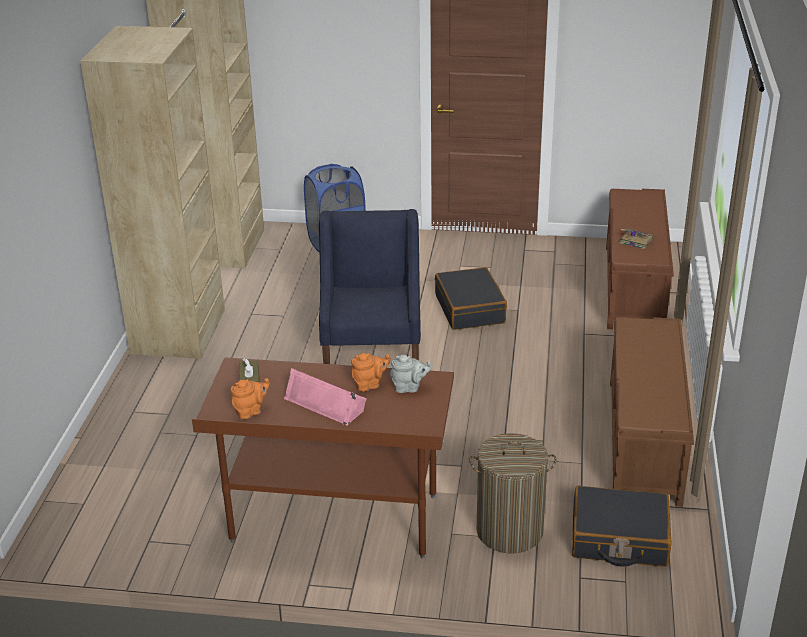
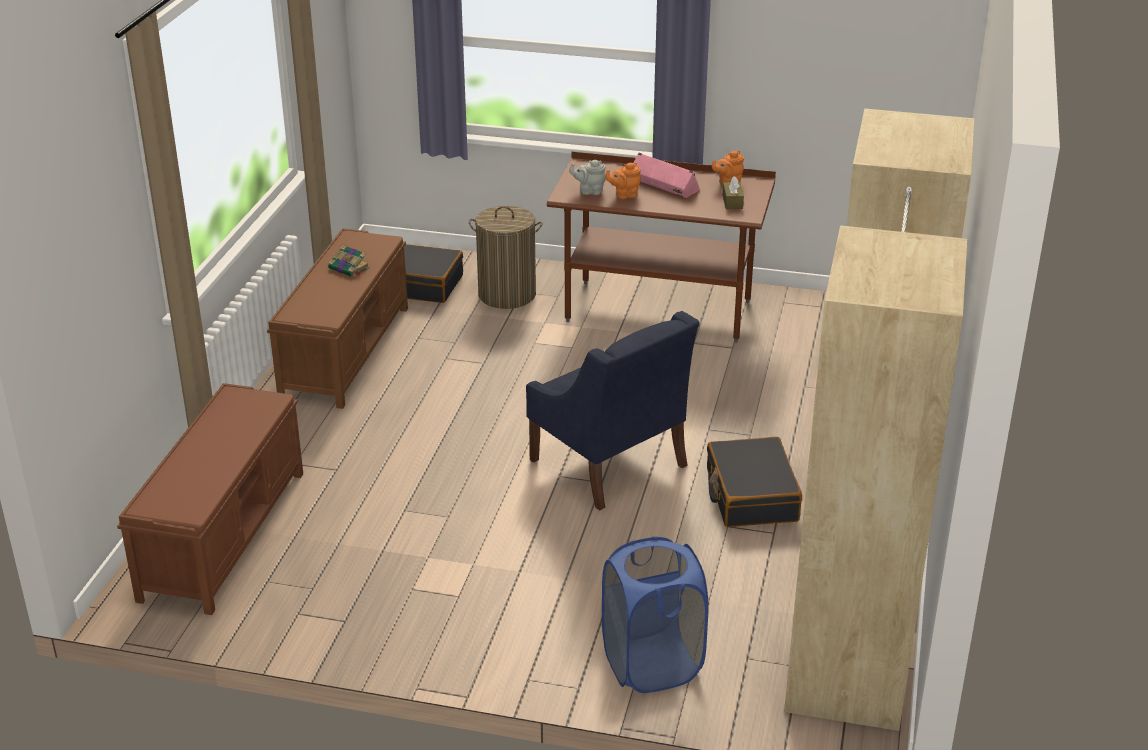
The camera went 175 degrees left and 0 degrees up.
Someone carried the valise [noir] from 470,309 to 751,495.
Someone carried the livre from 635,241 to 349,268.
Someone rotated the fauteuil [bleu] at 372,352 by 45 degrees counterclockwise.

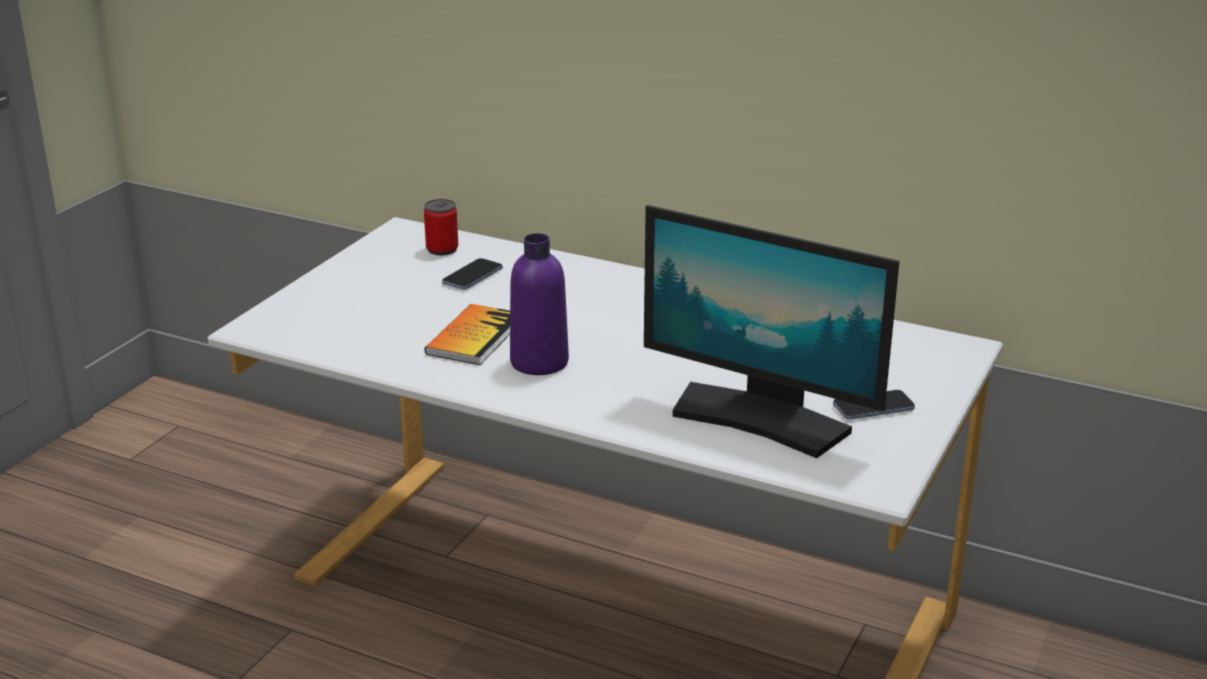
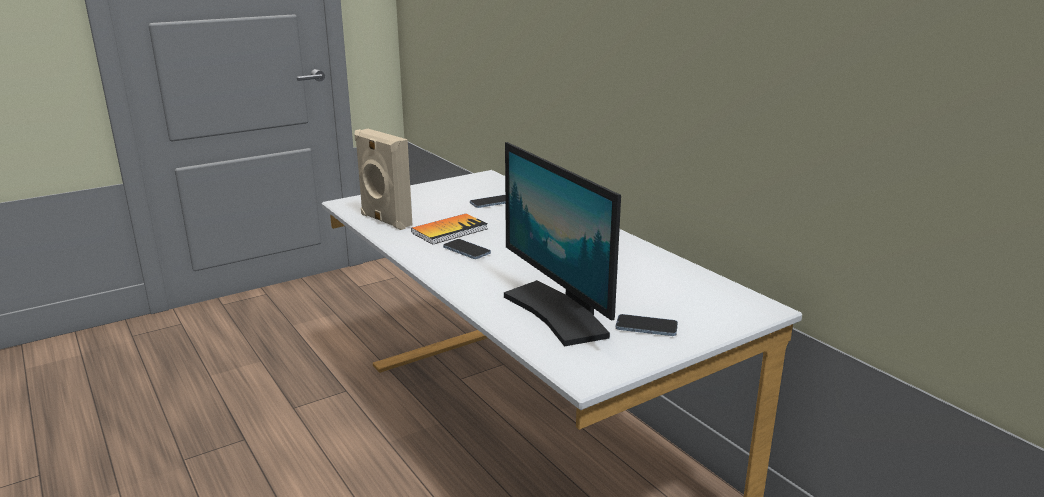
The camera went 30 degrees right and 5 degrees down.
Someone took away the boîte métallique at 442,249.
Someone put down the enceinte [beige] at 384,220.
Someone swapped the bouteille [violet] at 539,362 for the téléphone at 466,251.

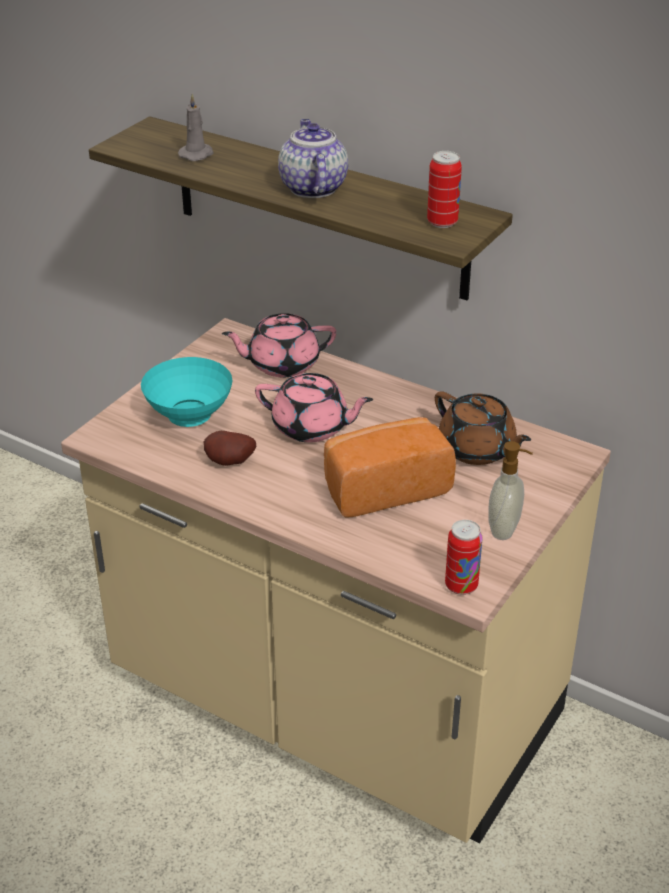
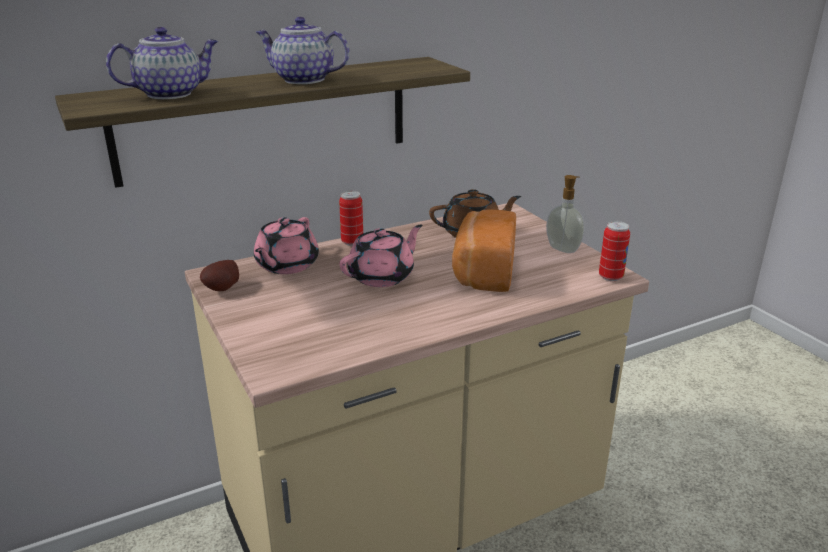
The camera went 60 degrees left and 10 degrees down.
Someone took away the bol [turquoise] at 188,417.
Someone carried the pomme de terre from 230,463 to 224,289.
Someone carried the boîte métallique from 442,222 to 352,242.
Someone swapped the bougie [gris] at 197,154 for the théière at 171,94.

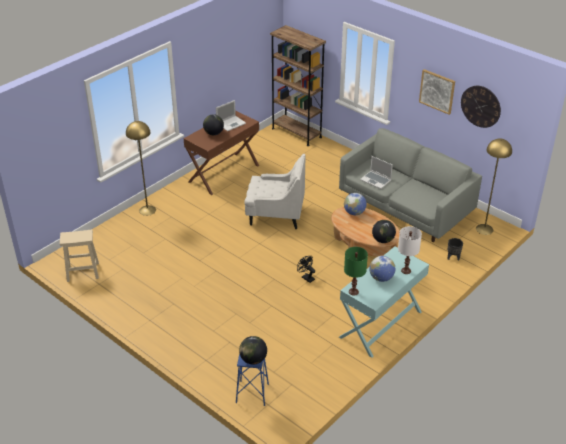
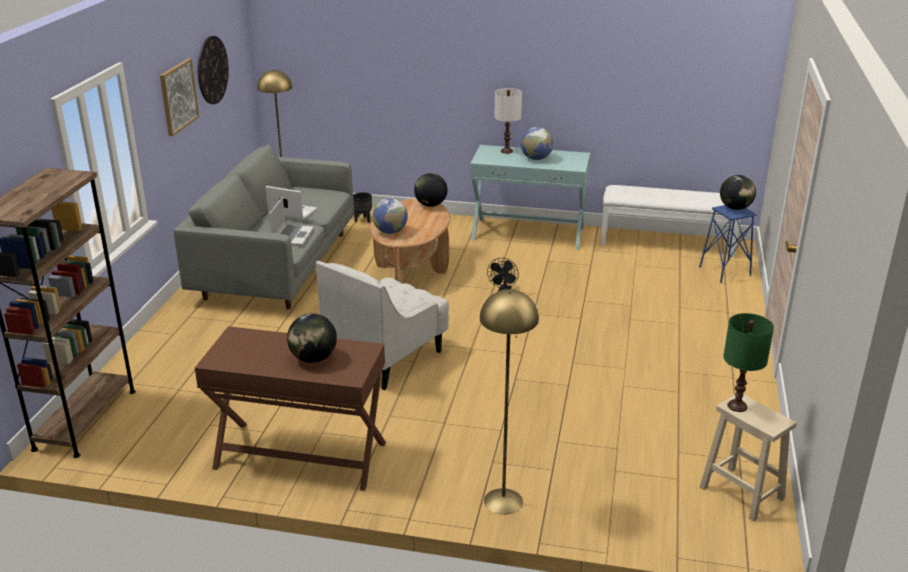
The camera went 120 degrees left and 10 degrees down.
Someone put down the banc [blanc] at 667,242.
Someone carried the ordinateur portable from 231,123 to 292,212.
Someone carried the lampe de table [vert] from 353,292 to 736,406.
Someone rotated the fauteuil [blanc] at 275,215 by 120 degrees counterclockwise.

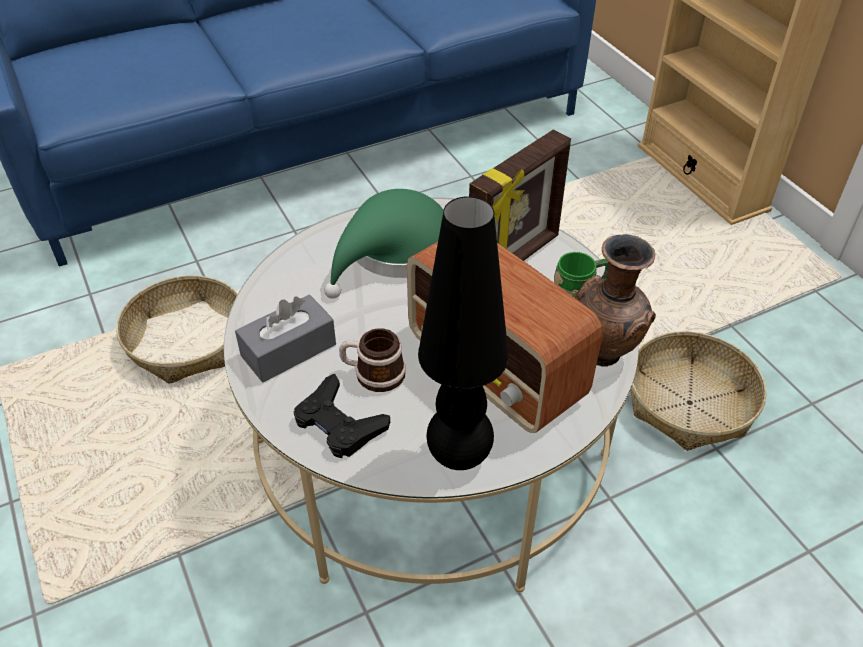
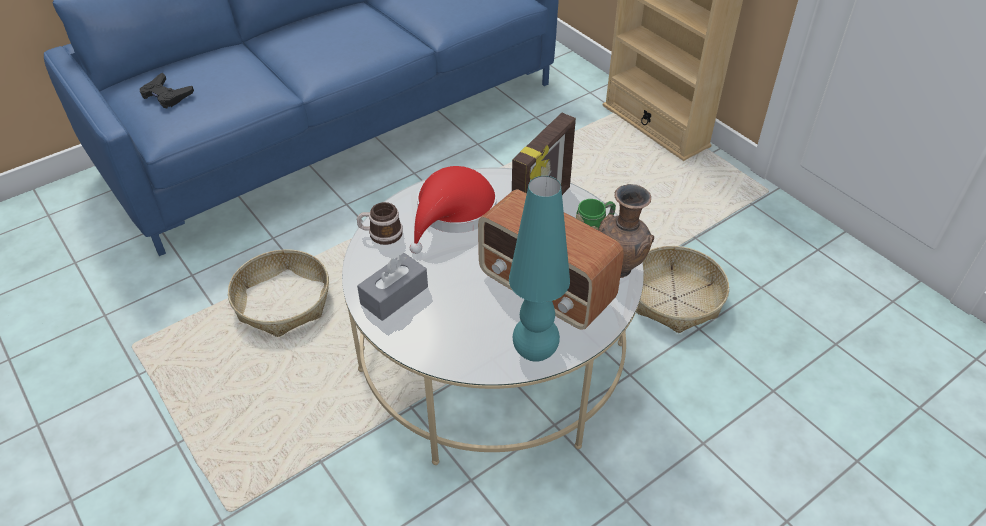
The camera went 10 degrees left and 0 degrees up.
Someone carried the manette [noir] from 339,423 to 166,95.
Someone carried the mug from 373,373 to 381,234.
Someone repainted the chapeau [vert] at 395,251, which became the chapeau [rouge] at 453,213.
Someone repainted the lampe de table [noir] at 458,456, which became the lampe de table [turquoise] at 534,352.

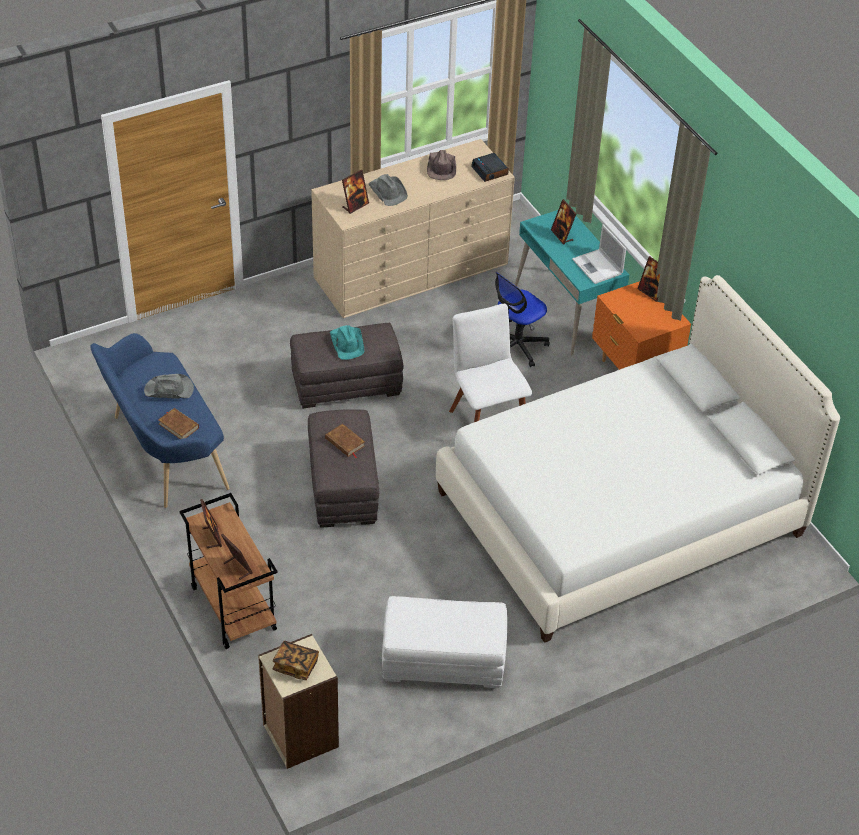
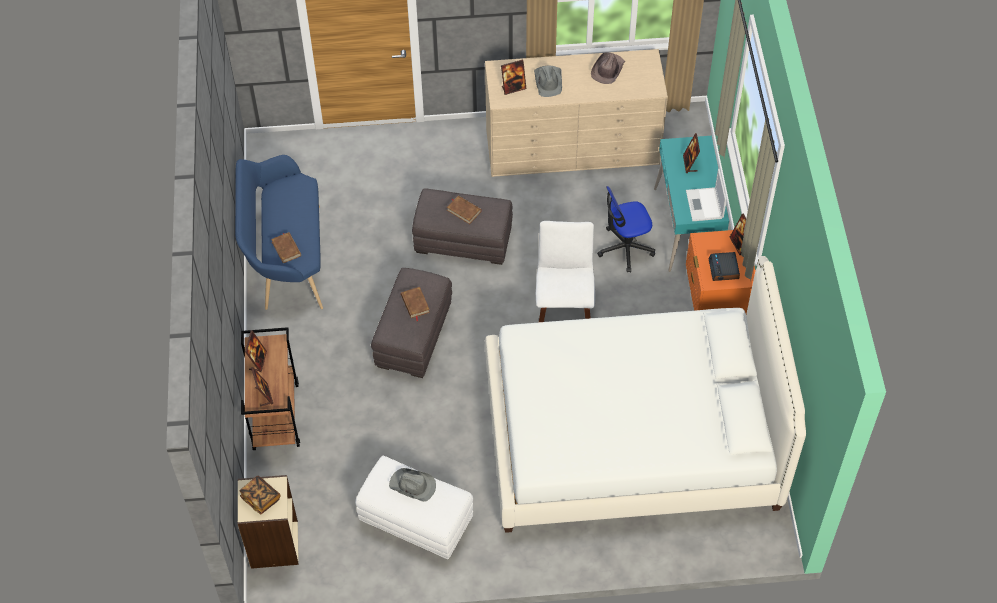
The camera went 25 degrees right and 10 degrees up.
Someone carried the chapeau [gris] from 169,390 to 413,486.
Someone carried the réveil from 490,171 to 724,269.
Someone swapped the chapeau [turquoise] at 347,343 for the livre [marron] at 464,211.

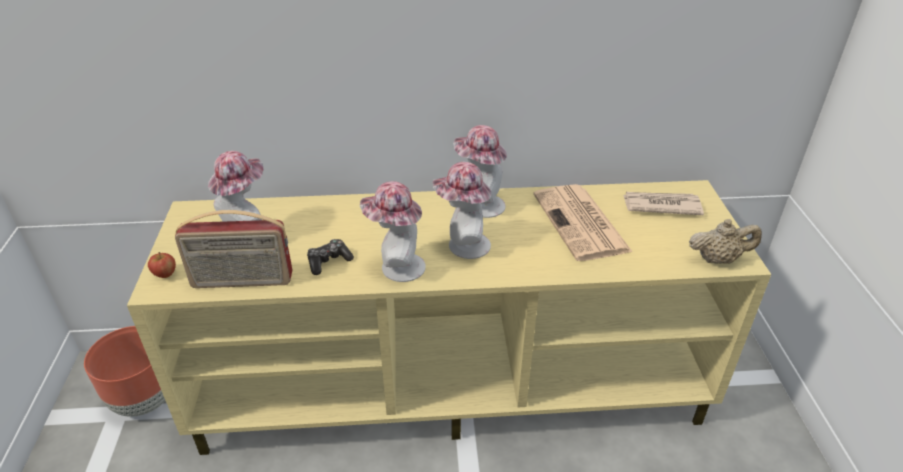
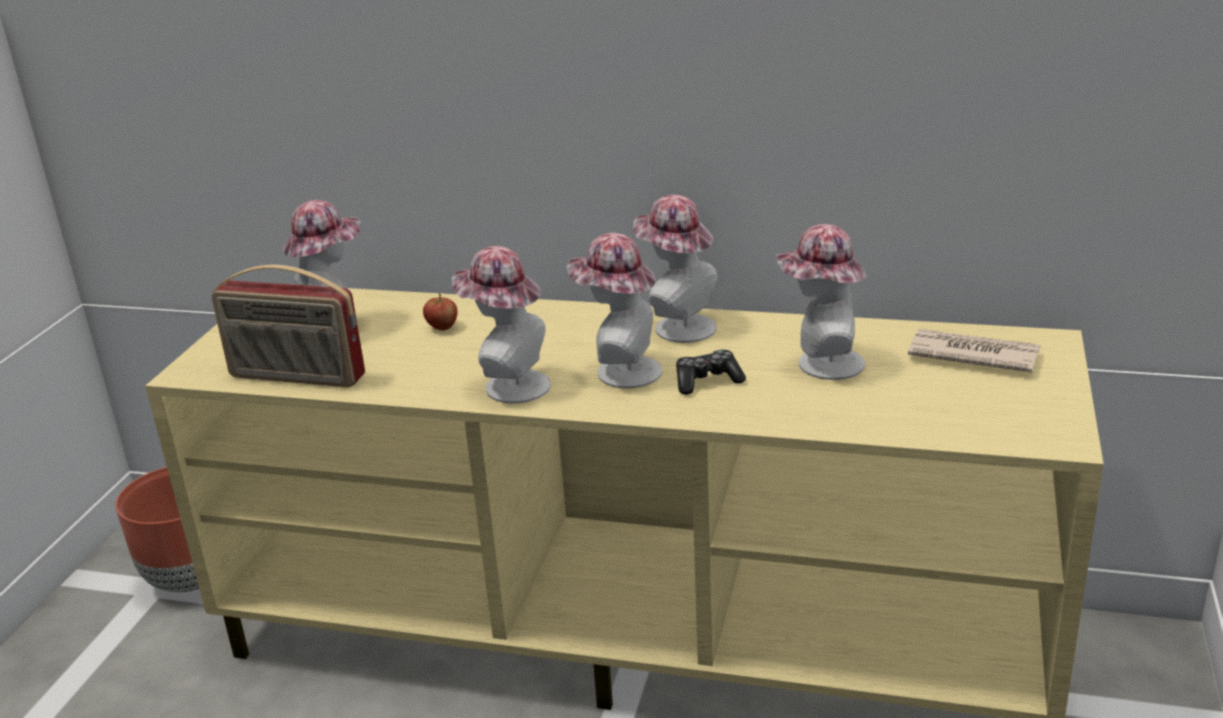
The camera went 20 degrees right and 10 degrees down.
Someone took away the théière [beige] at 718,259.
Someone carried the pomme from 165,274 to 442,327.
Someone carried the manette from 328,261 to 707,381.
Someone swapped the journal at 581,223 for the chapeau at 821,364.

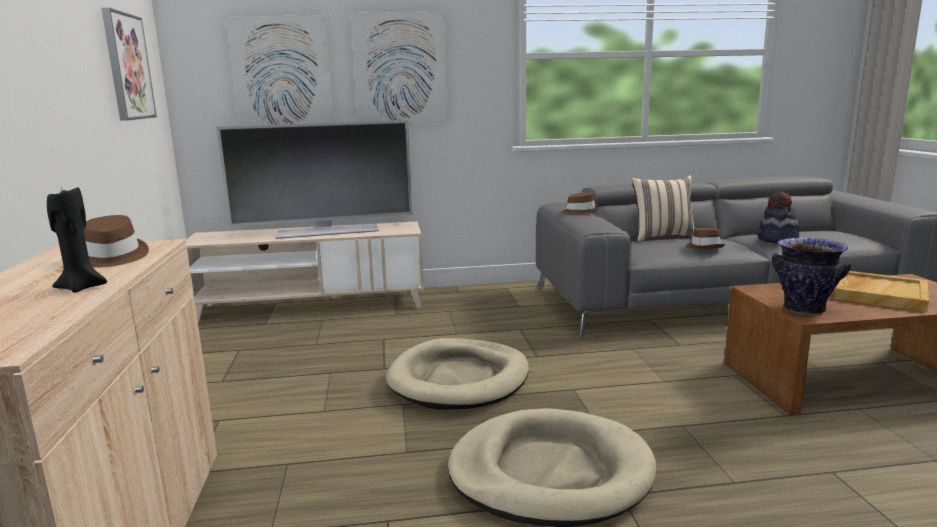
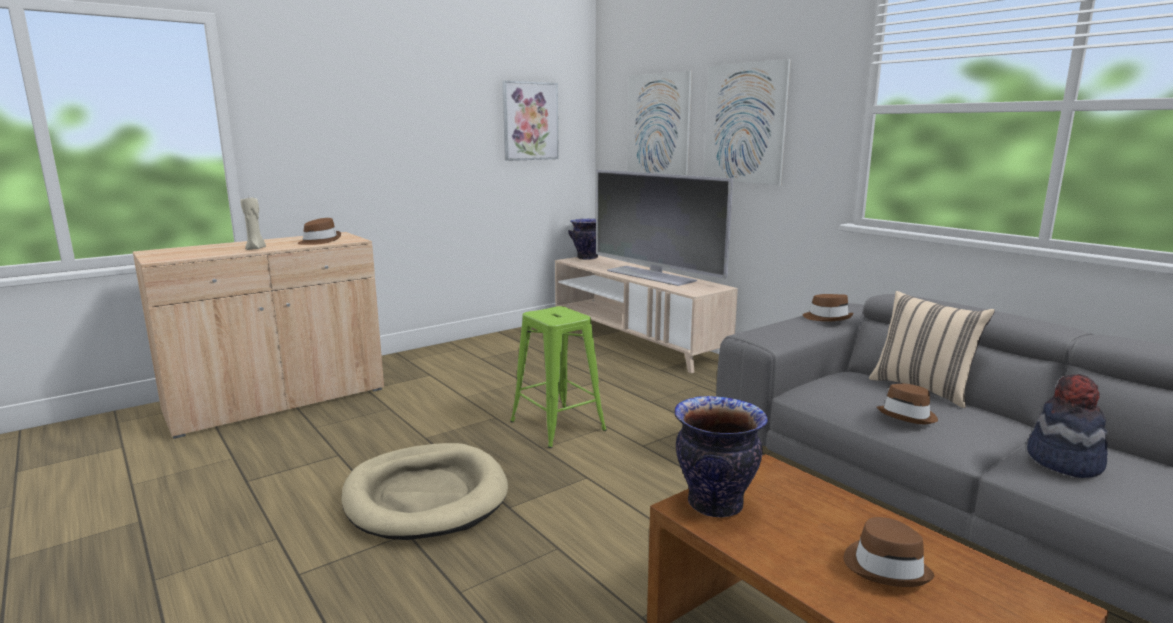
The camera went 60 degrees right and 0 degrees up.
Someone put down the vase at 587,258.
Someone swapped the panier pour chien [beige] at 459,379 for the tabouret [vert] at 557,425.
Someone swapped the plateau [beige] at 879,294 for the chapeau [marron] at 886,567.
Someone repainted the bougie [noir] at 81,288, which became the bougie [beige] at 256,249.

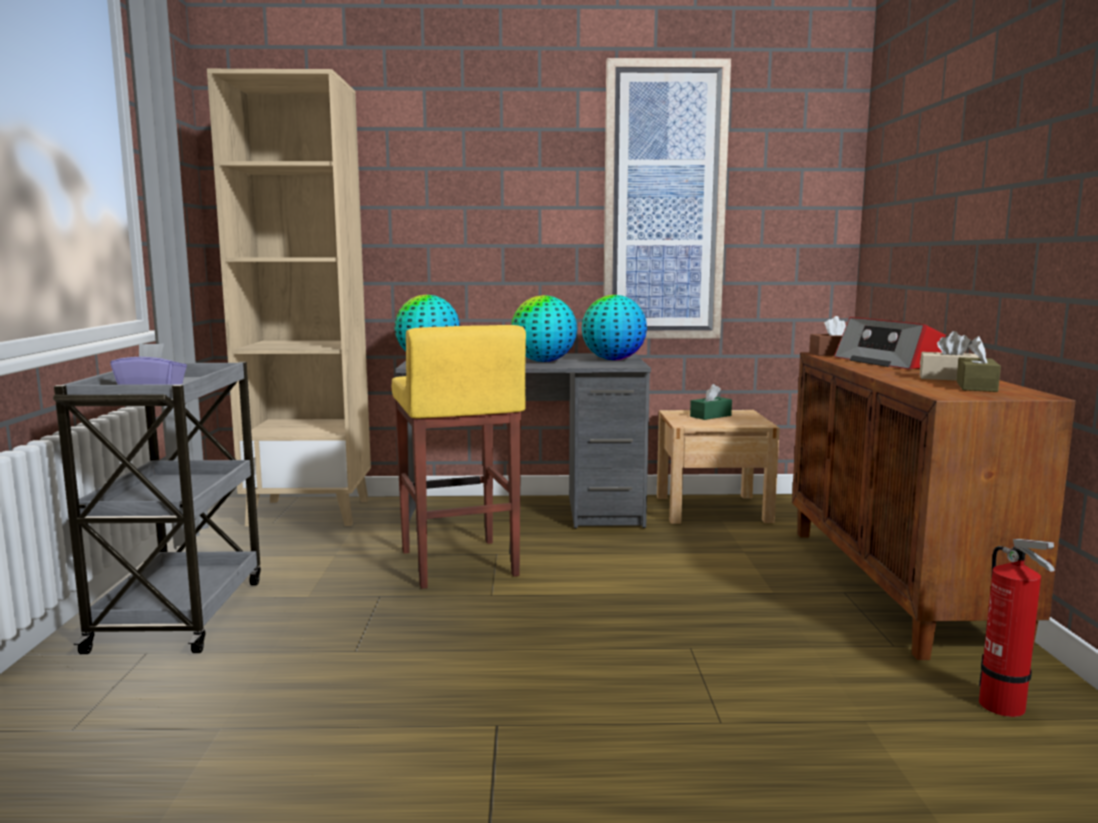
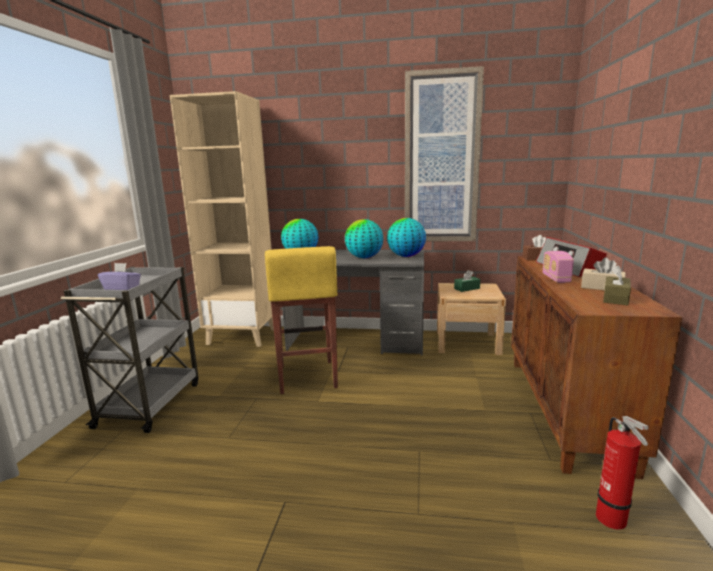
The camera went 10 degrees right and 5 degrees up.
Someone put down the radio at 556,279.

